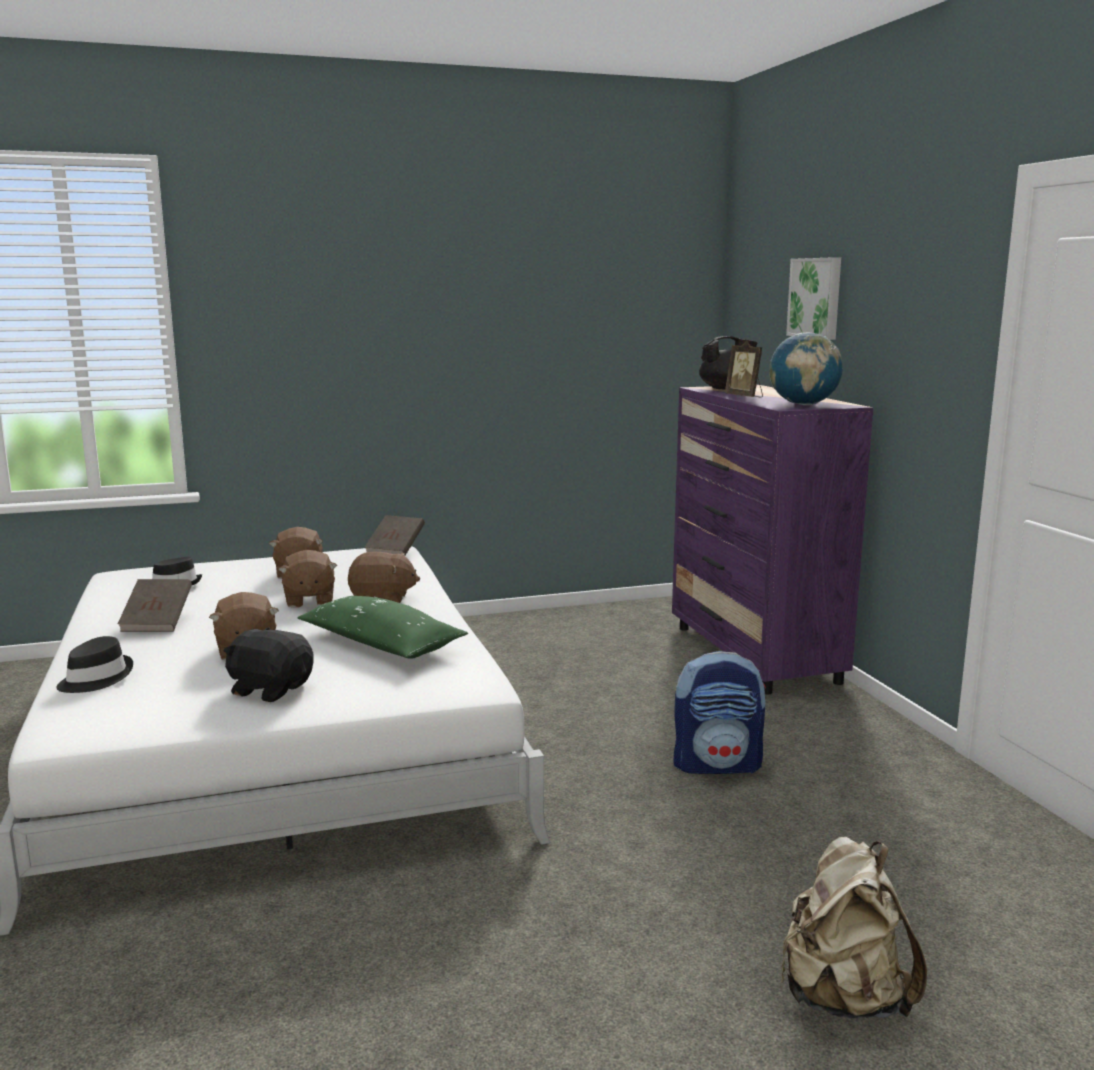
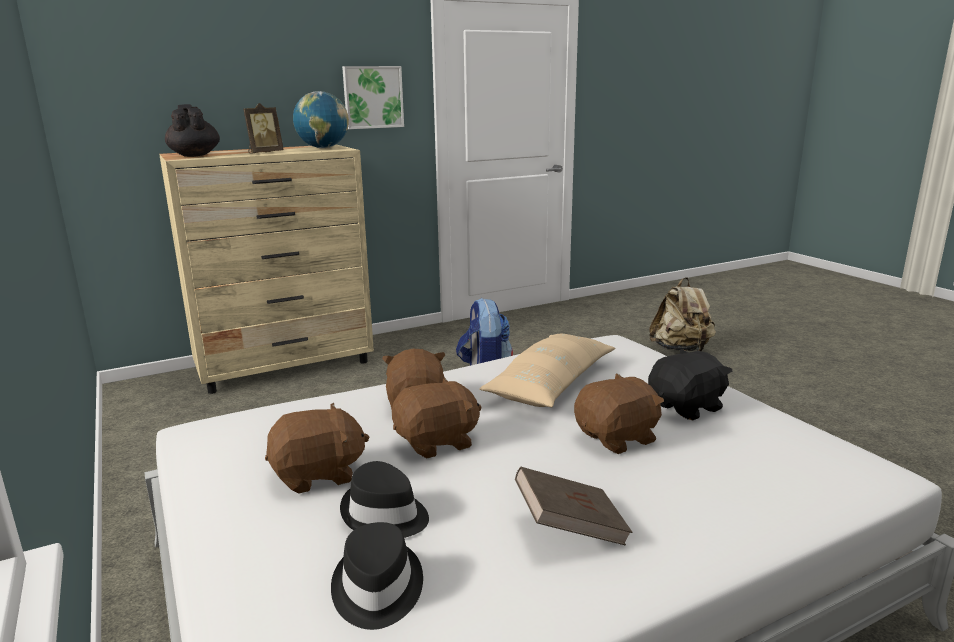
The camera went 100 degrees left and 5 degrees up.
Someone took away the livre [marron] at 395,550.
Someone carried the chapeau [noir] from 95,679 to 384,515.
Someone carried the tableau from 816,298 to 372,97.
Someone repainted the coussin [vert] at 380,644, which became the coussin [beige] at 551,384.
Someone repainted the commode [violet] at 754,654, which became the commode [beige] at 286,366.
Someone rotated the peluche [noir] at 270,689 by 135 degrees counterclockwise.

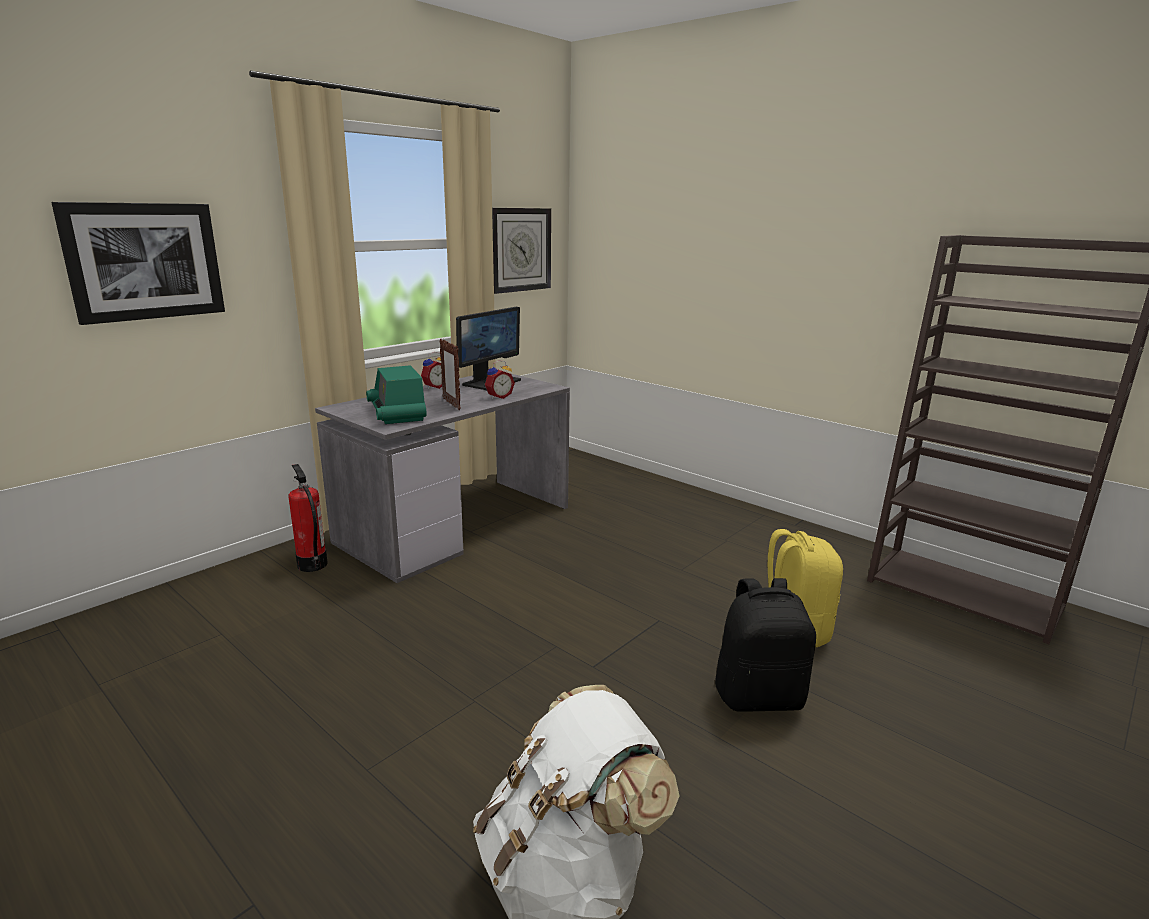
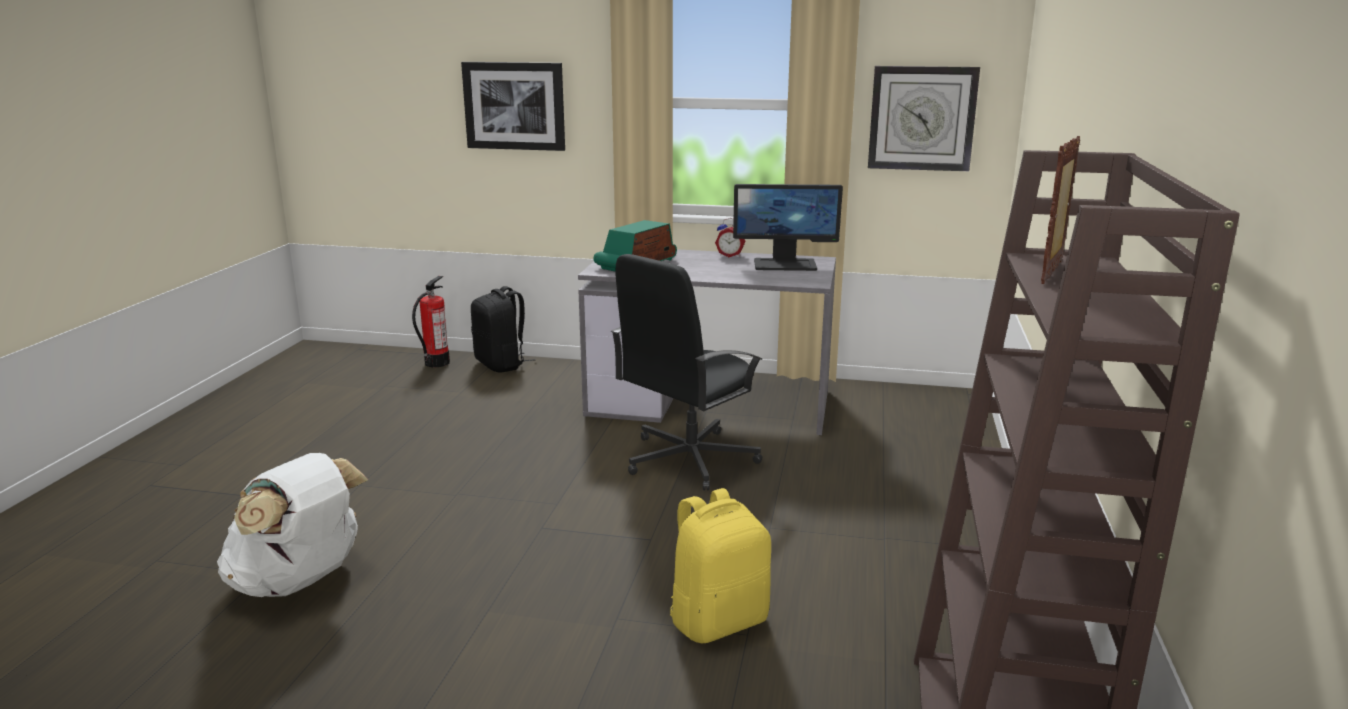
The camera went 60 degrees right and 0 degrees up.
Someone took away the réveil at 498,397.
Someone put down the chaise de bureau [noir] at 688,459.
Someone carried the extincteur from 312,565 to 436,363.
Someone carried the cadre photo from 451,404 to 1052,273.
Someone carried the sac à dos [noir] from 759,696 to 501,365.

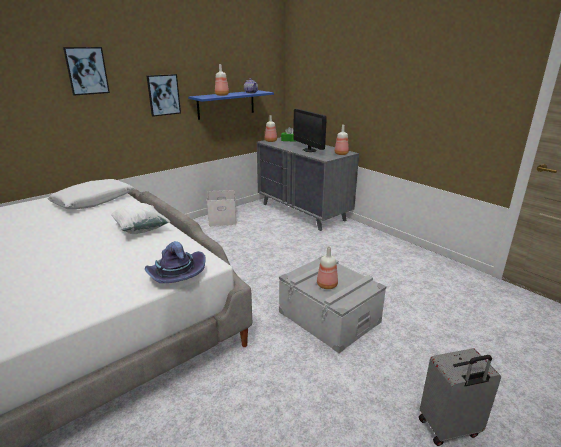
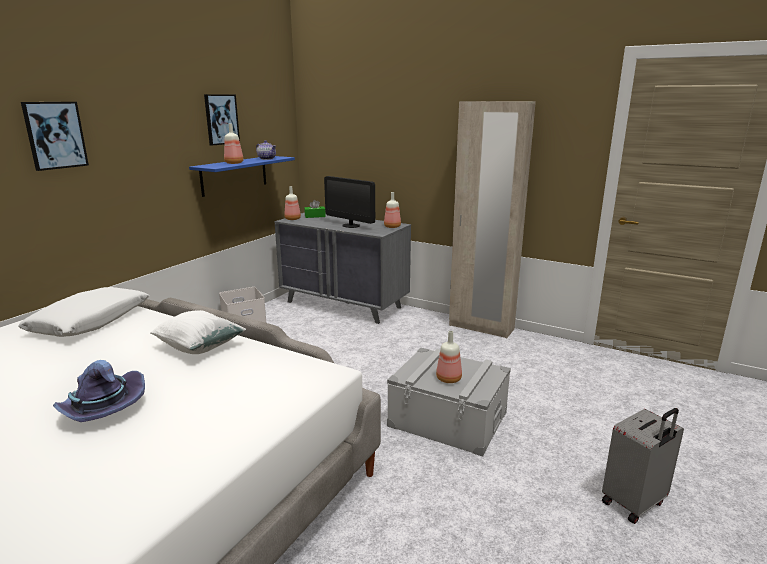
The camera went 20 degrees left and 5 degrees down.
Someone put down the armoire [beige] at 481,327.
Someone carried the chapeau [violet] from 175,275 to 101,410.
Someone carried the tableau from 163,95 to 221,119.

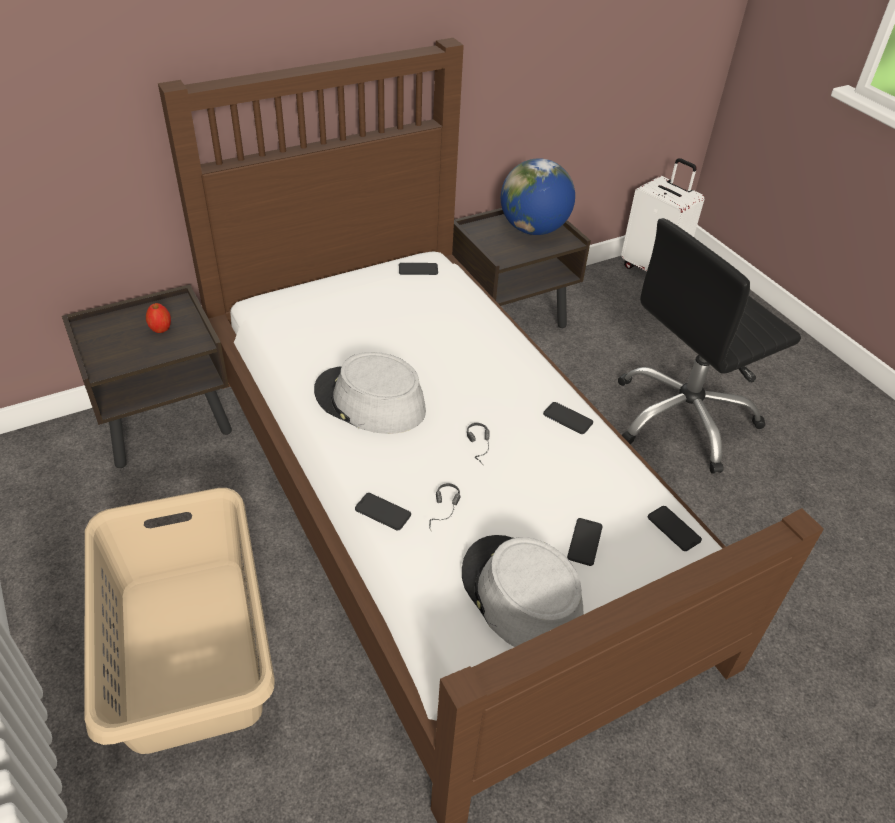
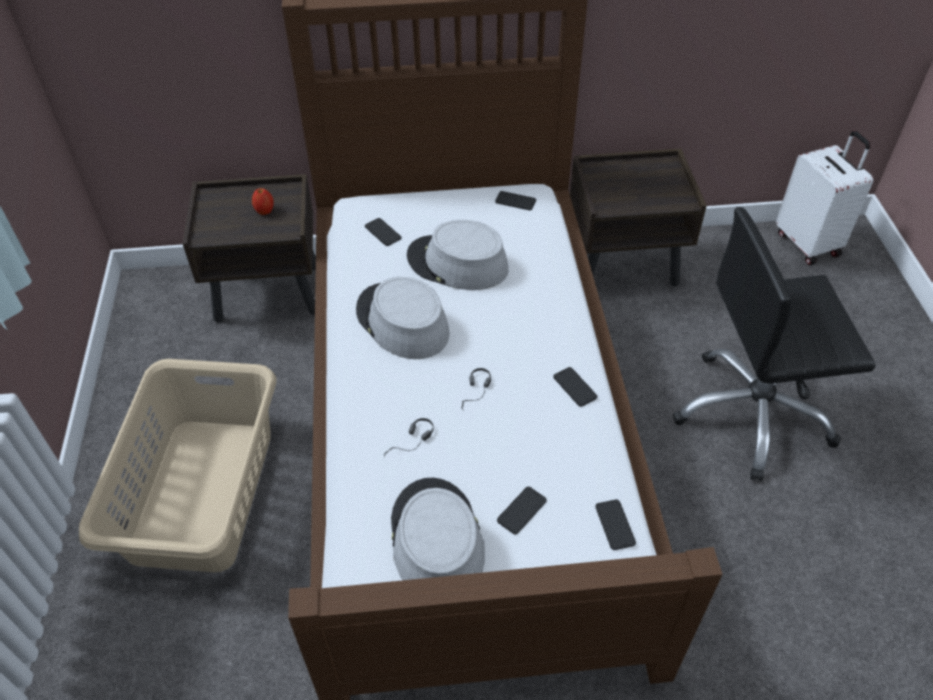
The camera went 25 degrees right and 5 degrees up.
Someone took away the globe at 533,229.
Someone put down the chapeau [gris] at 457,264.
Someone carried the téléphone from 383,512 to 383,232.

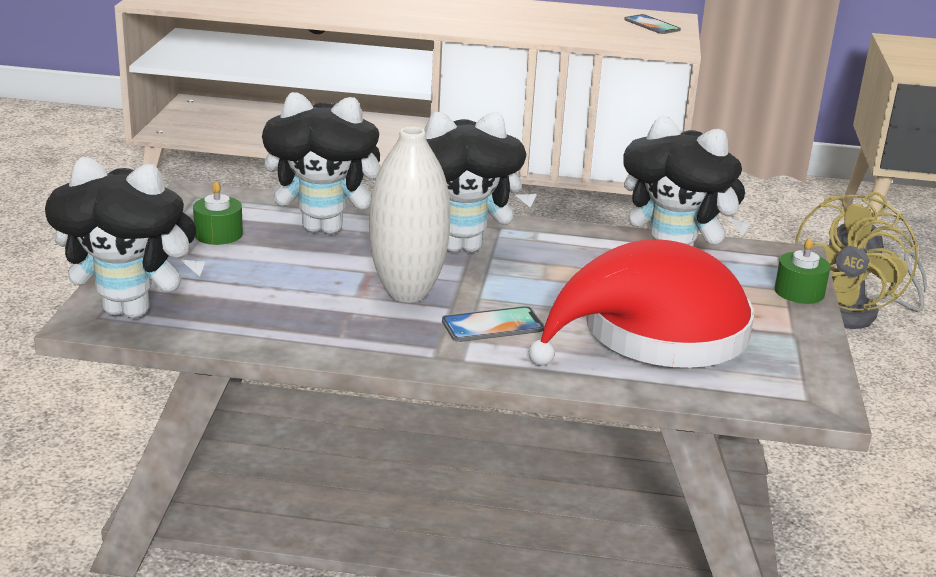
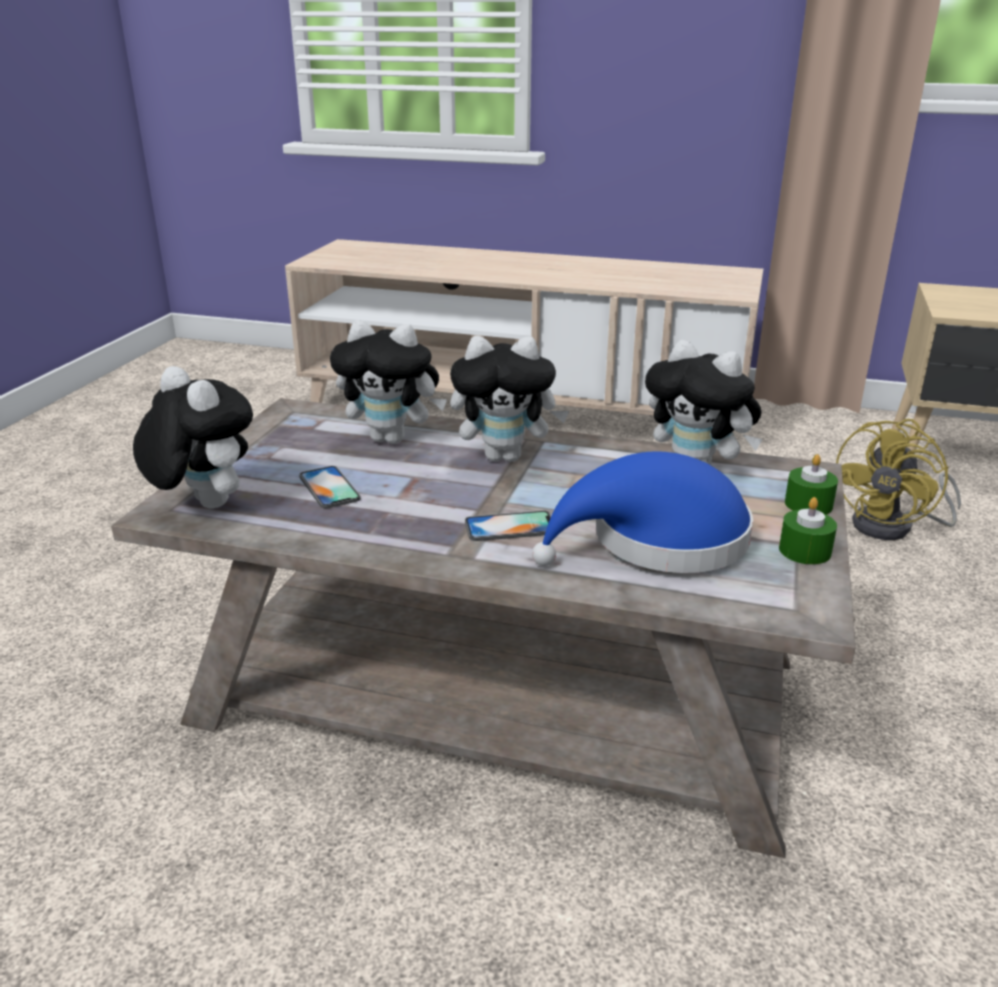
The camera went 10 degrees right and 0 degrees up.
Someone took away the vase [blanc] at 407,294.
Someone carried the bougie [vert] from 218,234 to 804,551.
Someone carried the téléphone from 652,25 to 329,488.
Someone repainted the chapeau [rouge] at 653,335, which became the chapeau [bleu] at 657,541.
Someone rotated the peluche at 134,310 by 150 degrees counterclockwise.

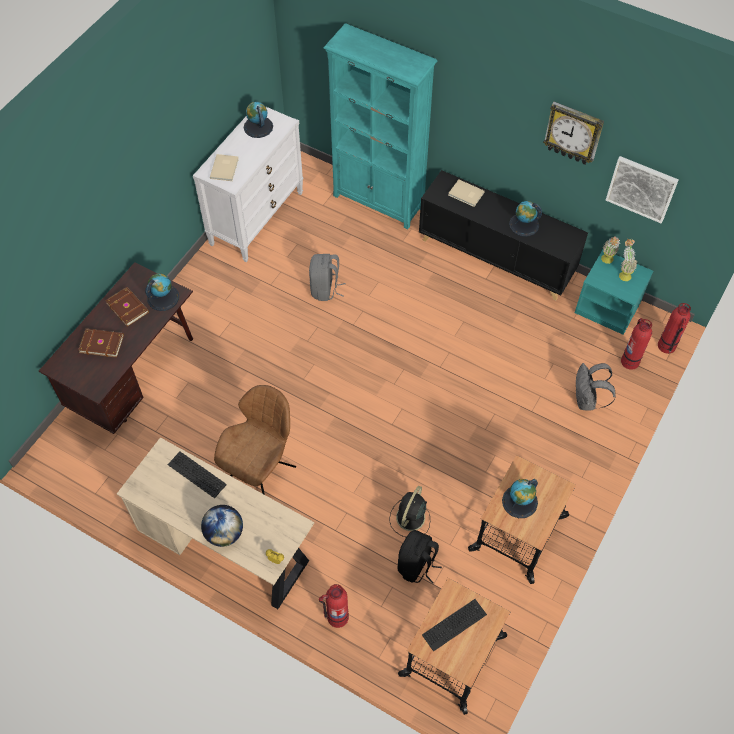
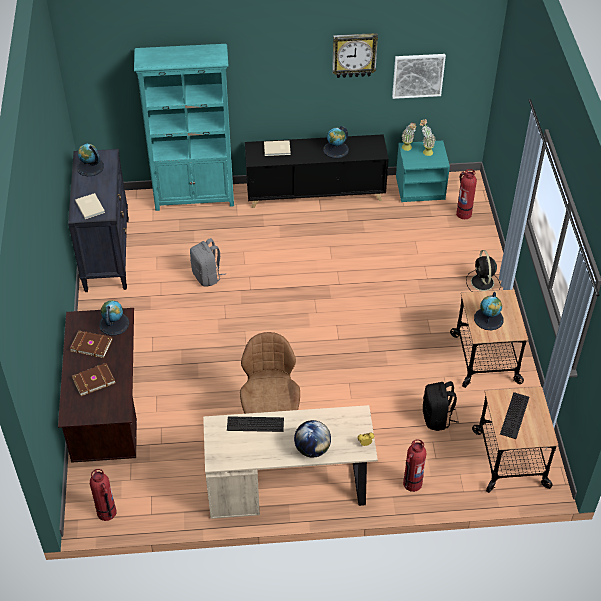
The camera went 35 degrees left and 10 degrees down.
Someone took away the sac à dos [gris] at 586,401.
Someone carried the ventilateur [noir] from 410,518 to 482,283.
Someone carried the extincteur from 666,346 to 106,513.
Someone repainted the commode [blanc] at 257,218, which became the commode [noir] at 106,254.

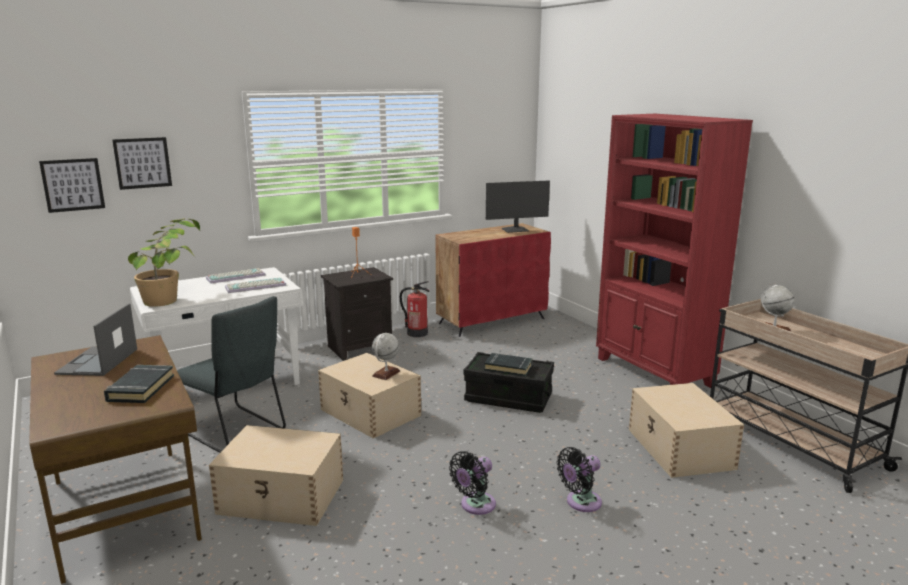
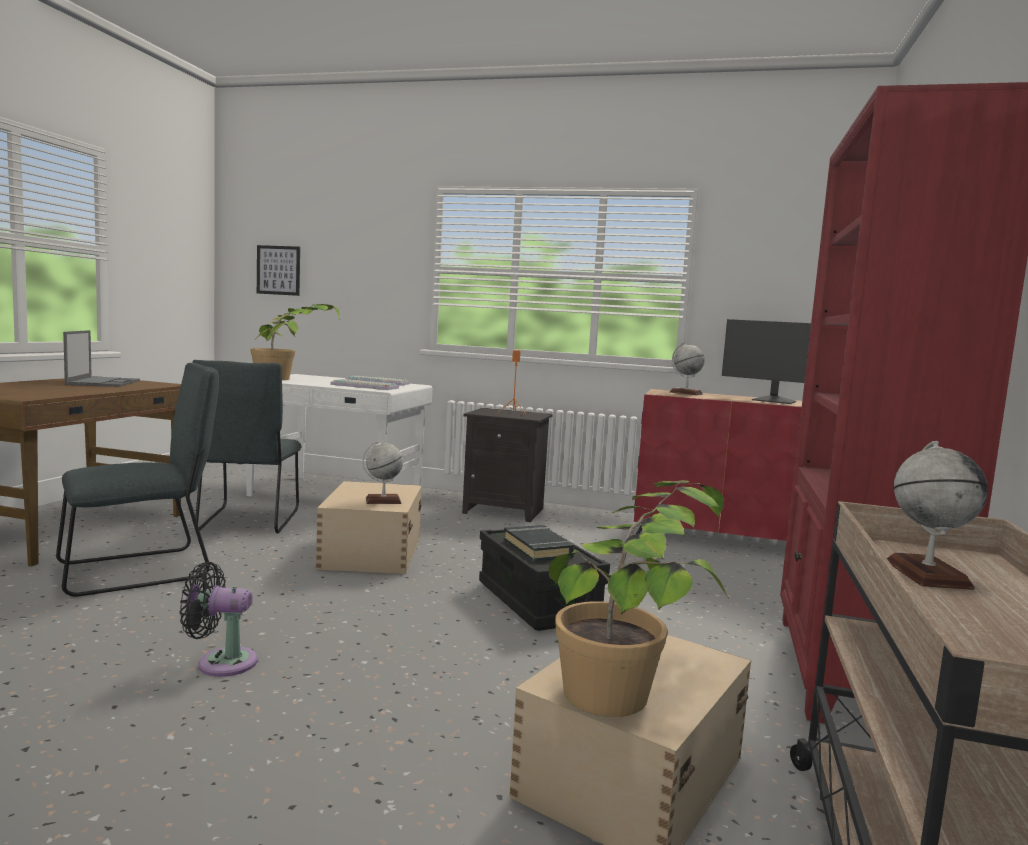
The camera went 45 degrees right and 10 degrees down.
Someone took away the livre [noir] at 140,388.
Someone took away the tableau at 142,163.
Someone took away the extincteur at 417,333.
Someone took away the ventilateur [noir] at 580,503.
Someone put down the plante en pot at 634,682.
Someone put down the globe at 685,393.
Someone swapped the boîte de rangement [beige] at 282,497 for the chaise [gris] at 141,570.
Someone rotated the ordinateur portable at 97,362 by 120 degrees clockwise.

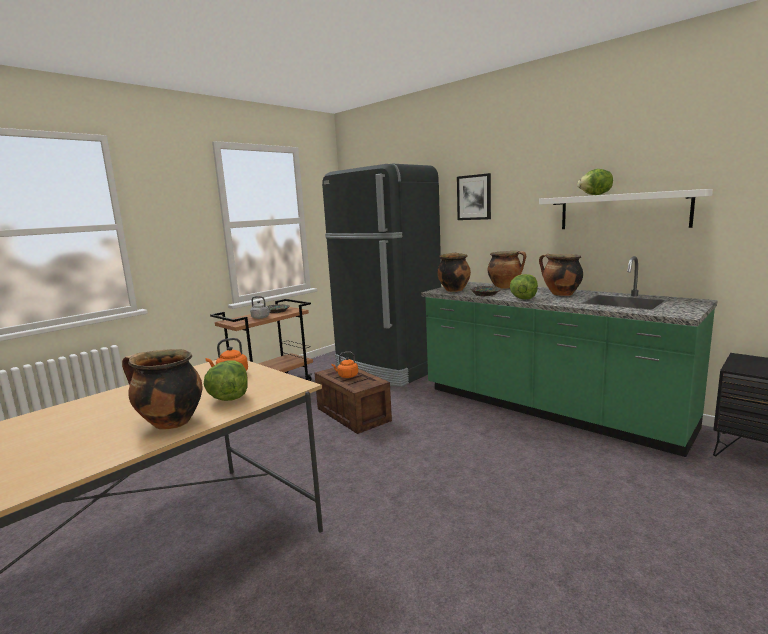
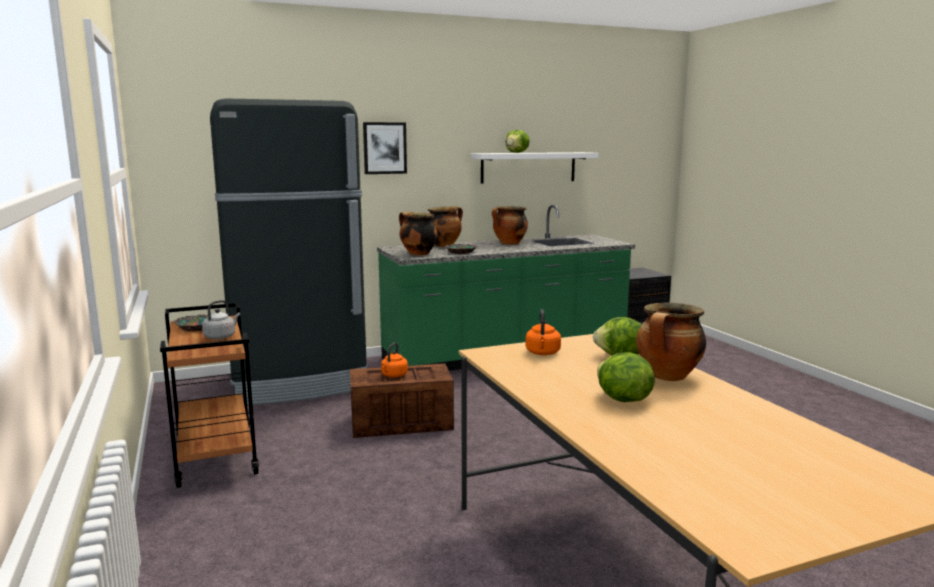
The camera went 65 degrees left and 0 degrees up.
Someone carried the laitue from 523,298 to 622,400.

